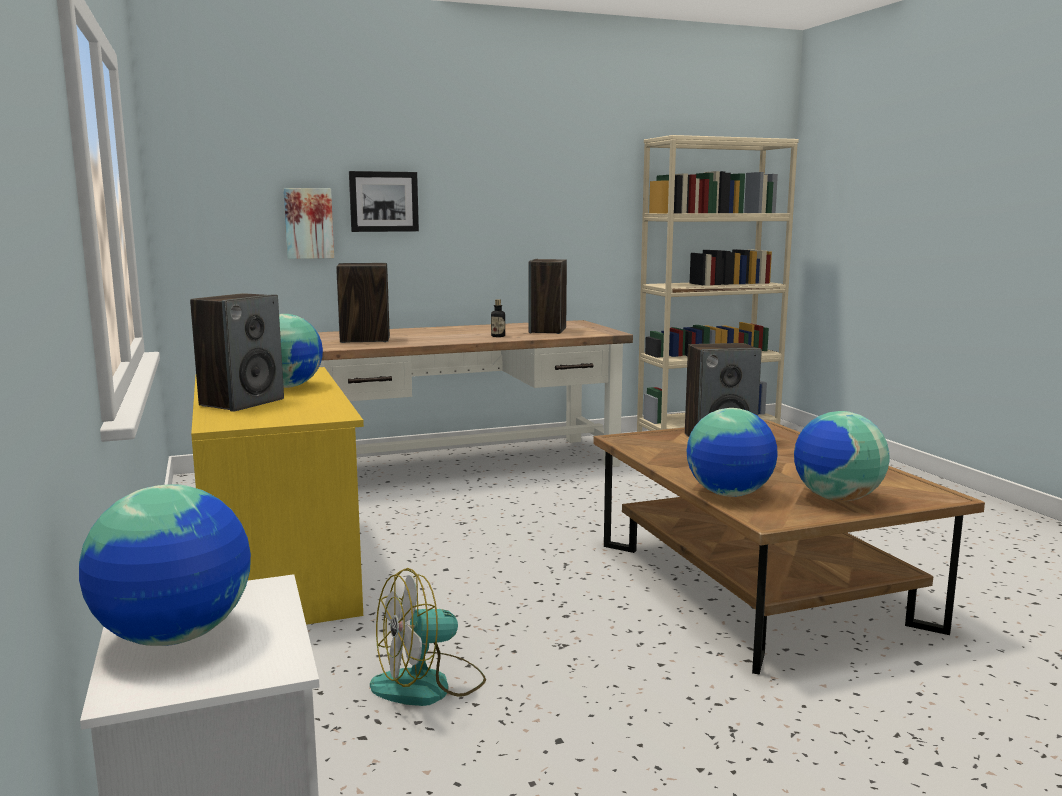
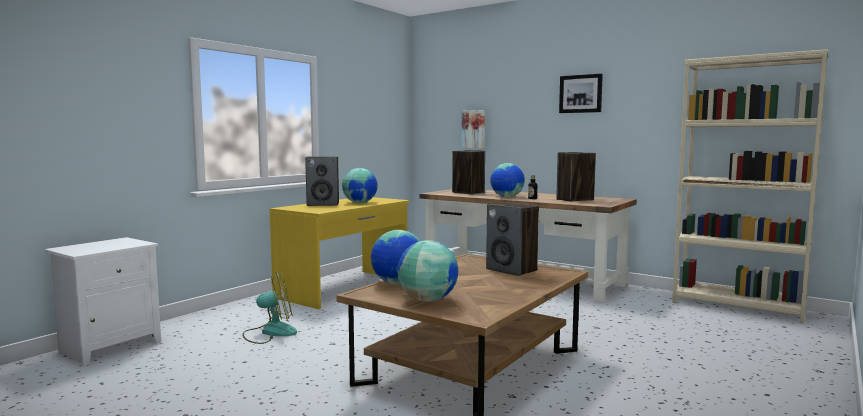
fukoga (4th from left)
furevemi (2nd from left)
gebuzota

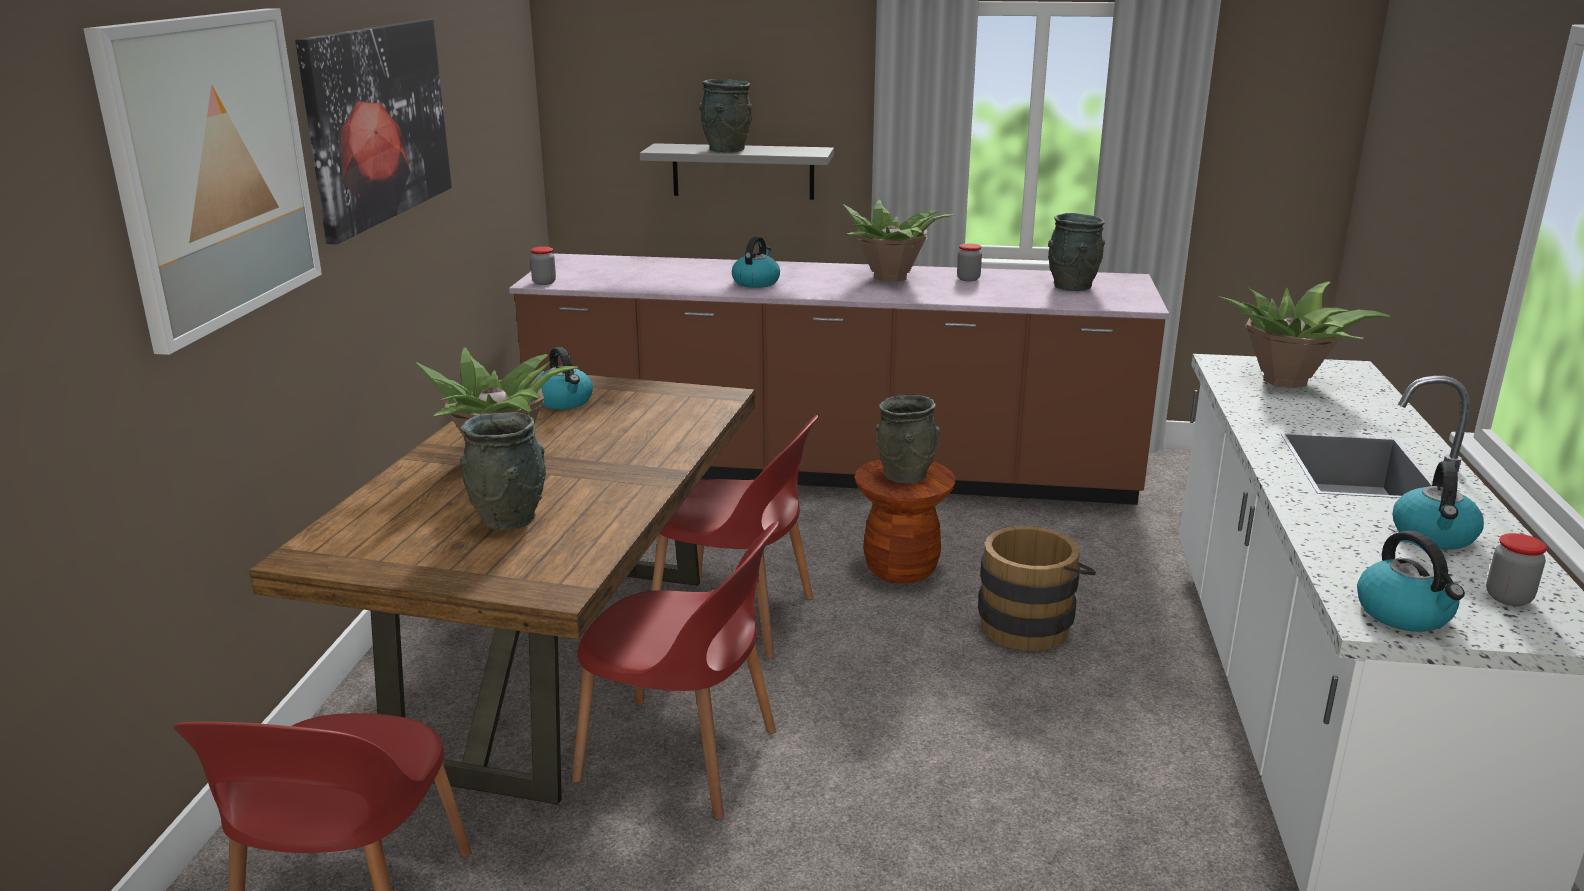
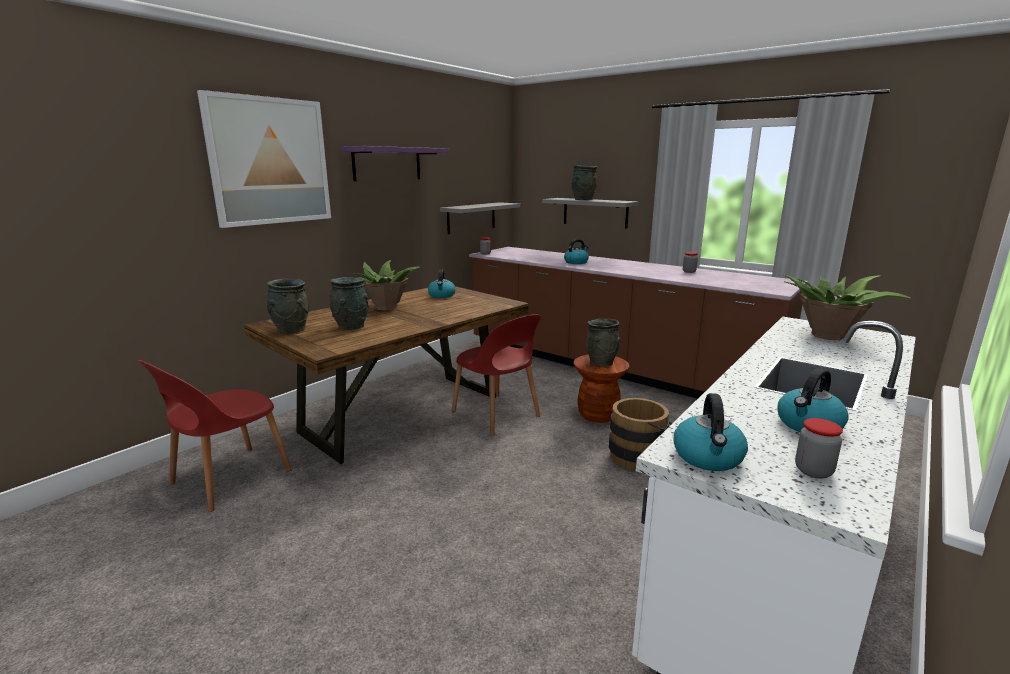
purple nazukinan
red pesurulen (2nd from left in the first image)
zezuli (2nd from left in the first image)
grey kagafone (1st from left)
grey nazukinan (1st from left)

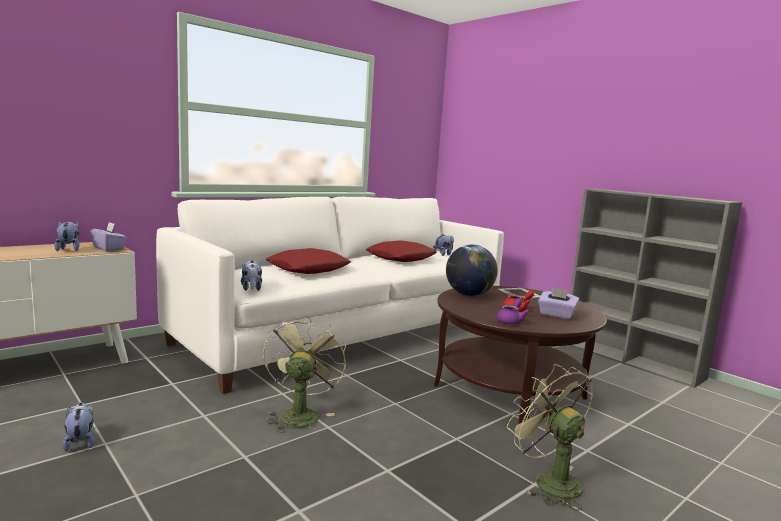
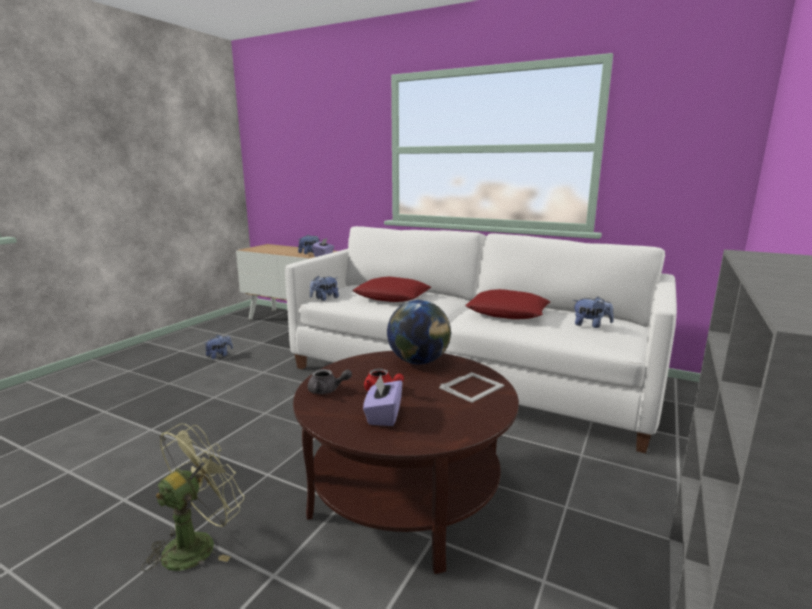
green gebuzota (1st from left in the first image)
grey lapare

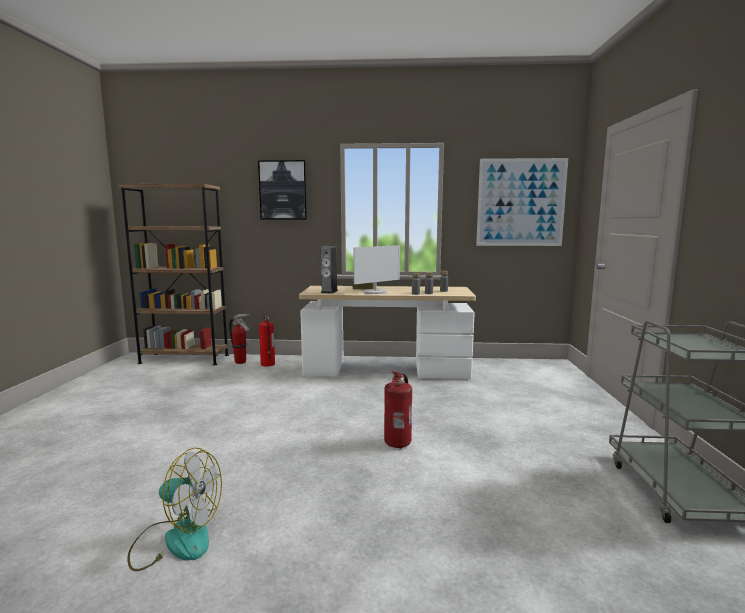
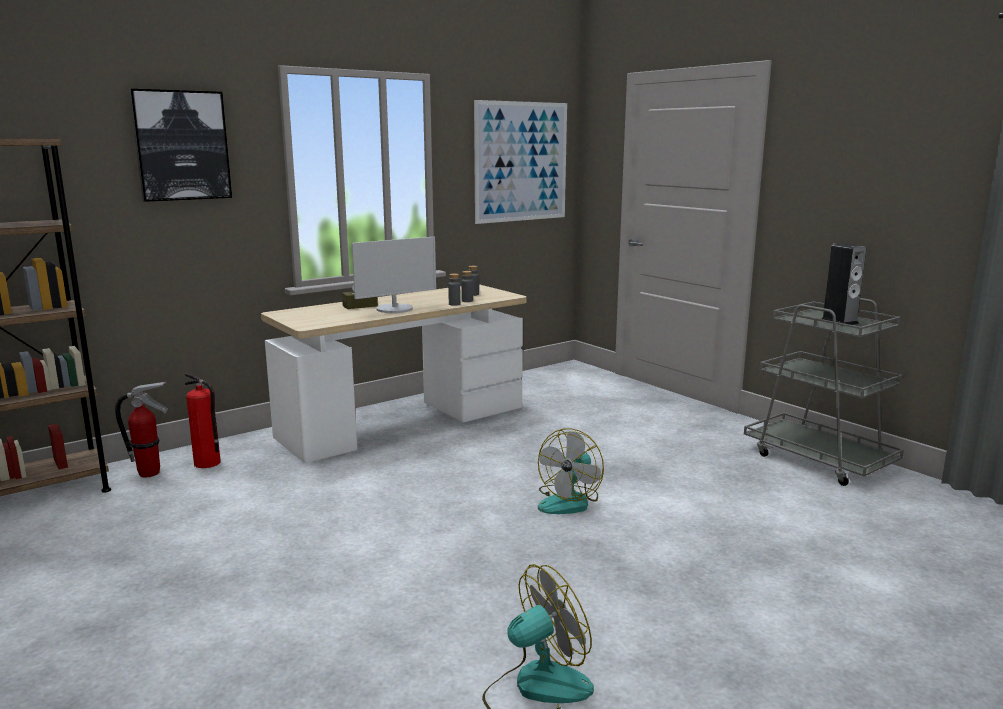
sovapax
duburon
gebuzota (2nd from left)

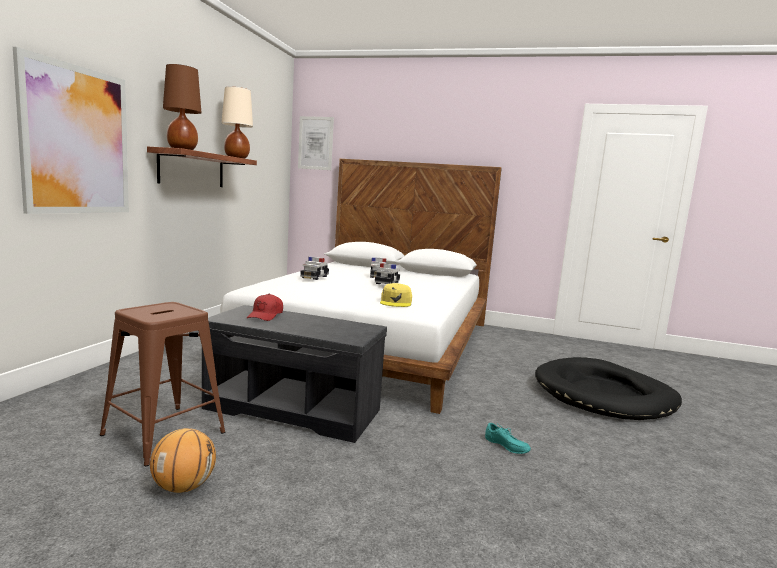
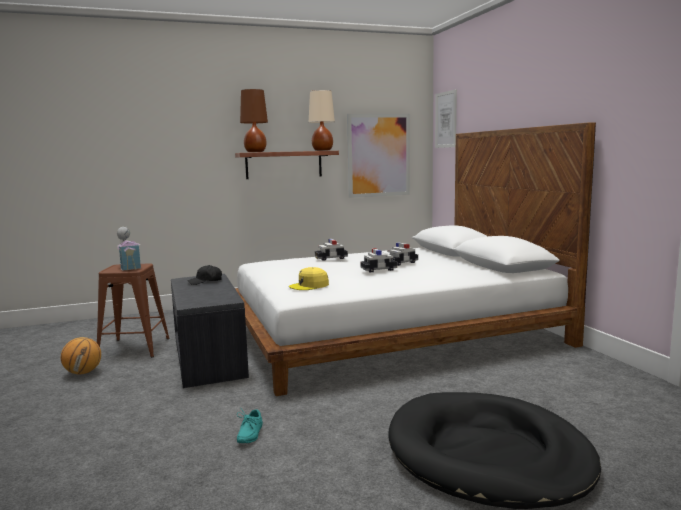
furevemi (1st from left)
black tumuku
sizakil

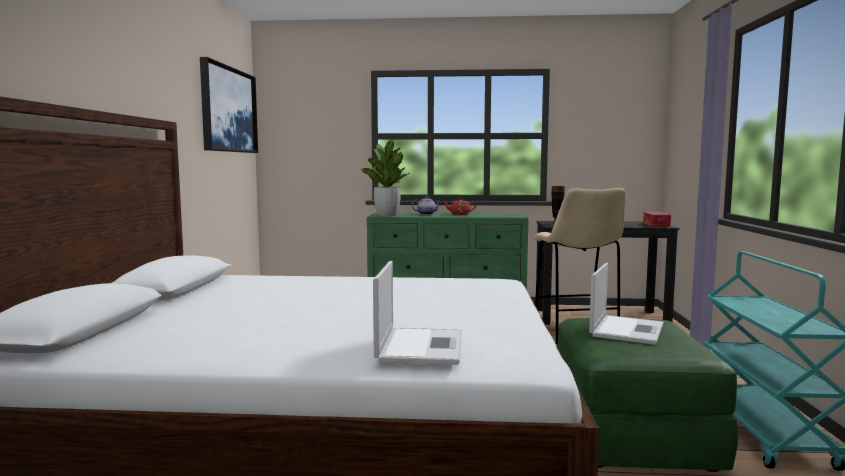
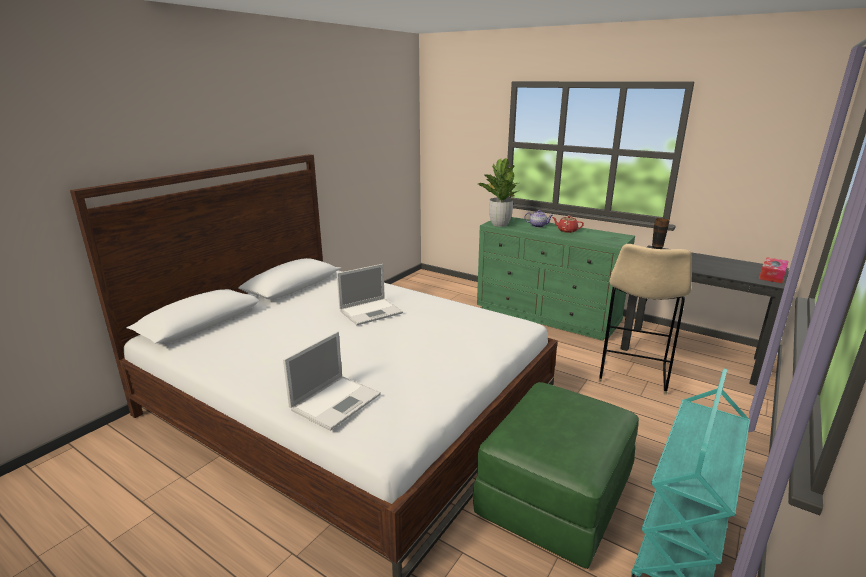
furevemi
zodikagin (2nd from left)

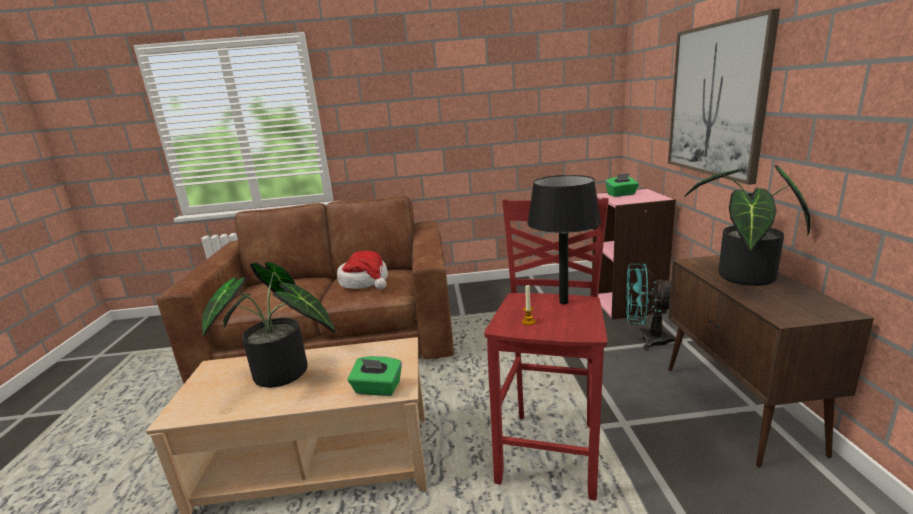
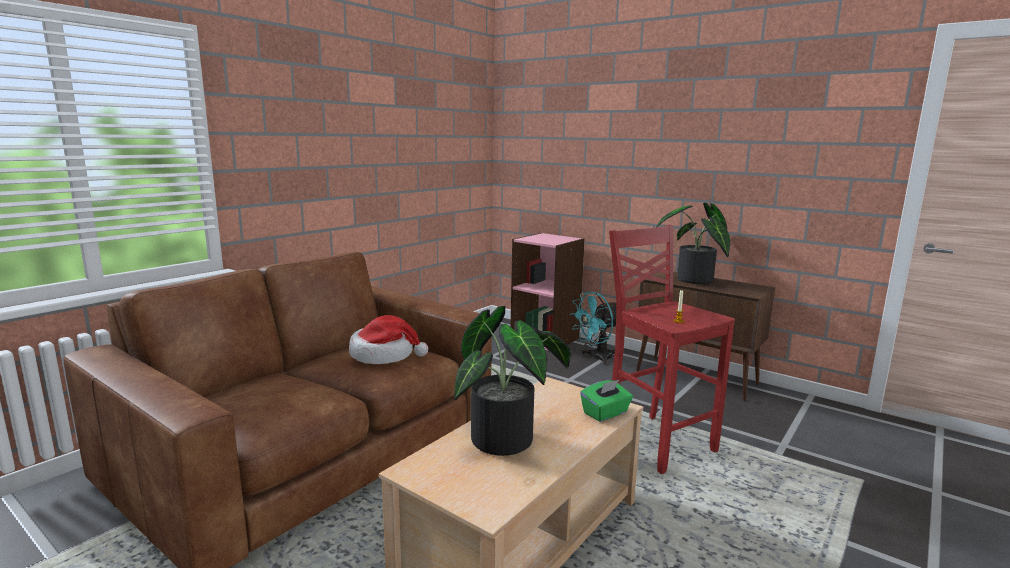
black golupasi
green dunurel (2nd from left in the first image)
furevemi

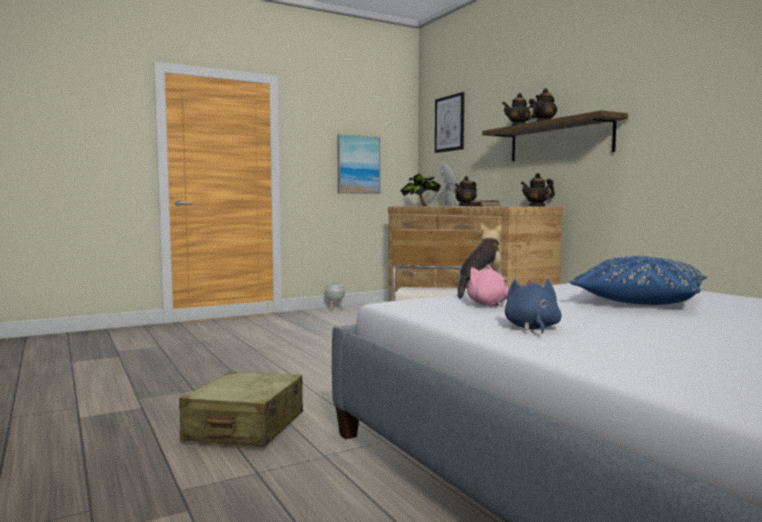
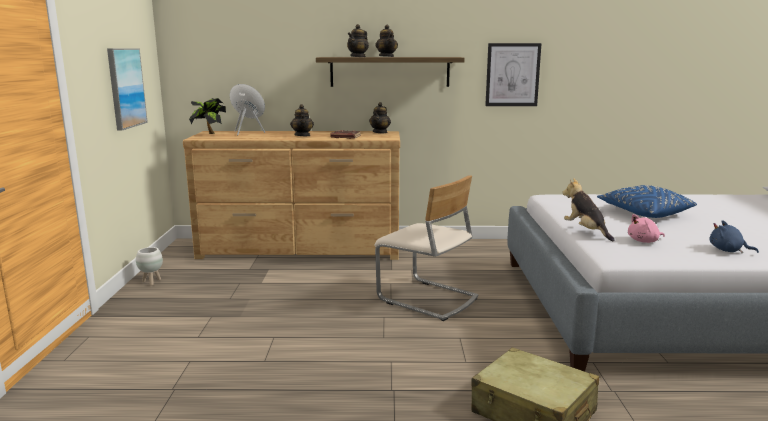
furevemi (2nd from left)

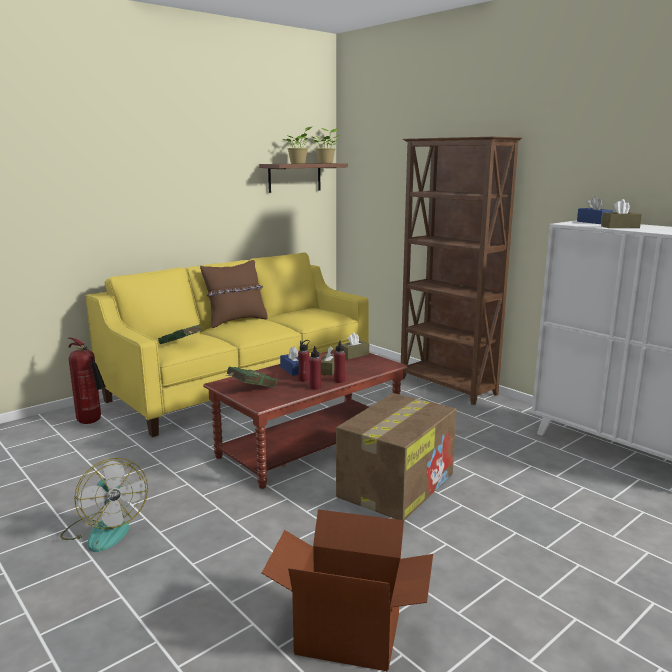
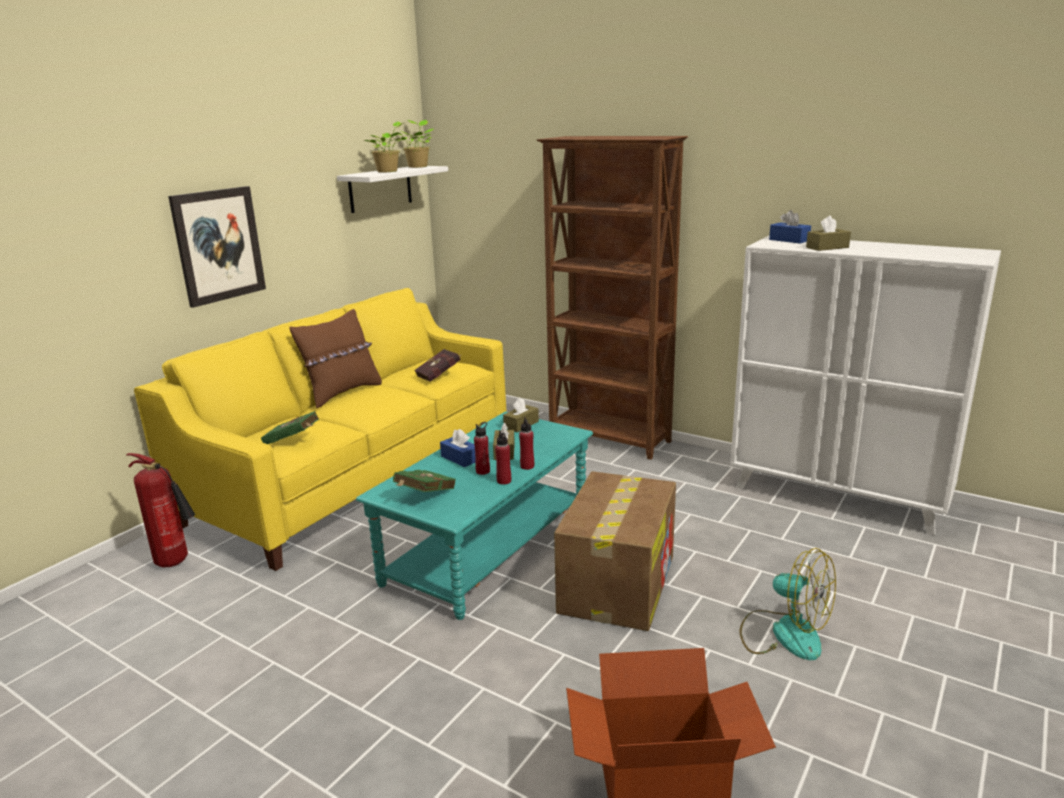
gebuzota
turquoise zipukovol
white nazukinan
furevemi
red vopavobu

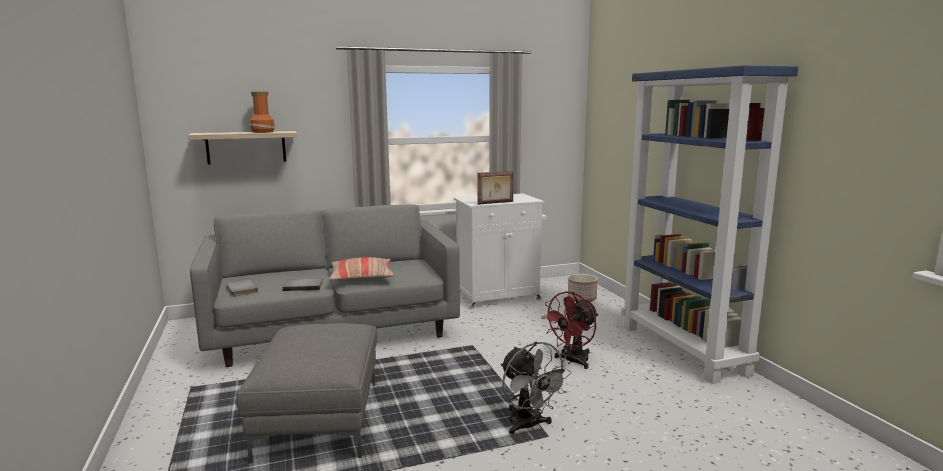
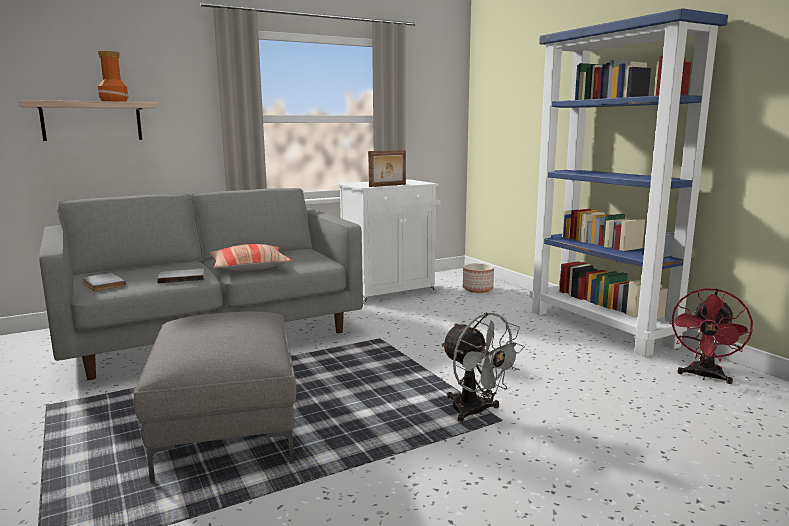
red gebuzota

